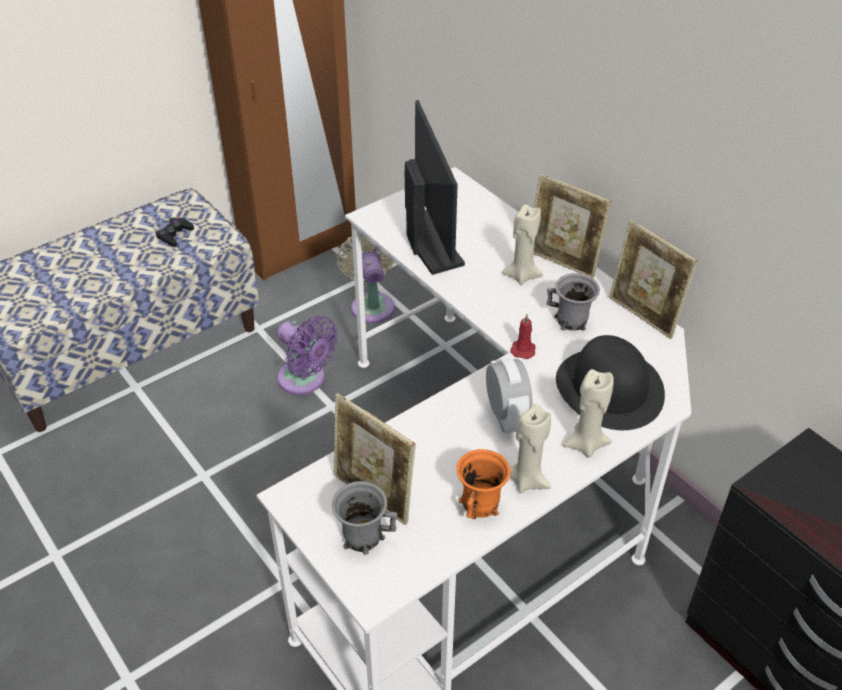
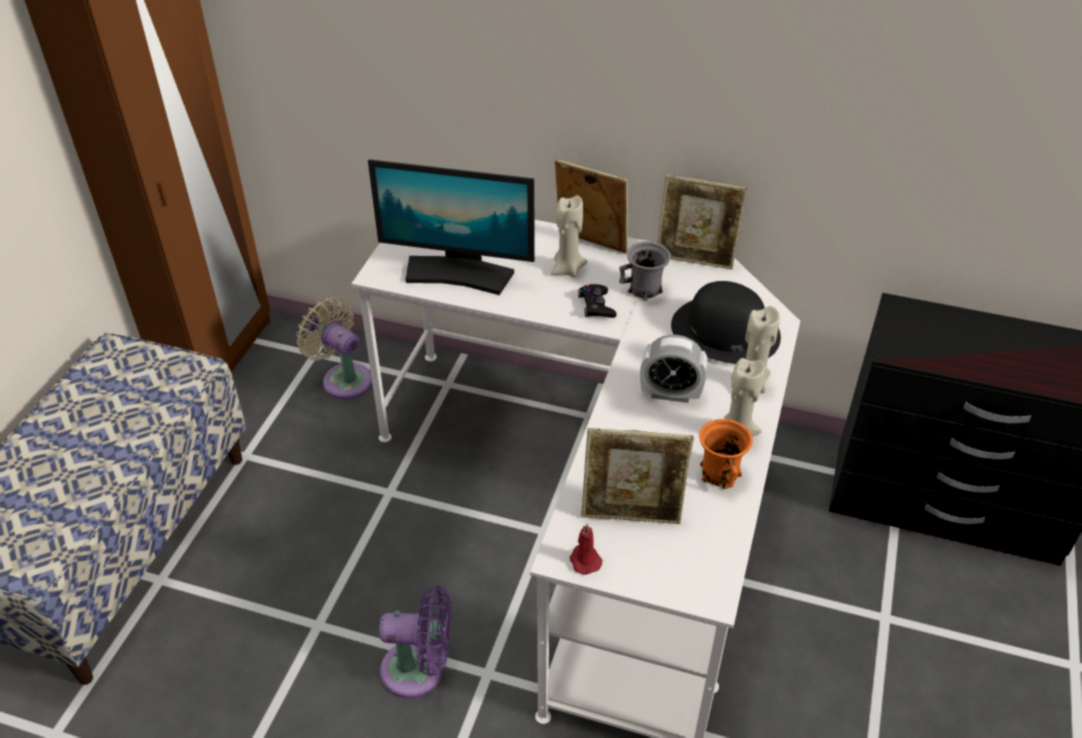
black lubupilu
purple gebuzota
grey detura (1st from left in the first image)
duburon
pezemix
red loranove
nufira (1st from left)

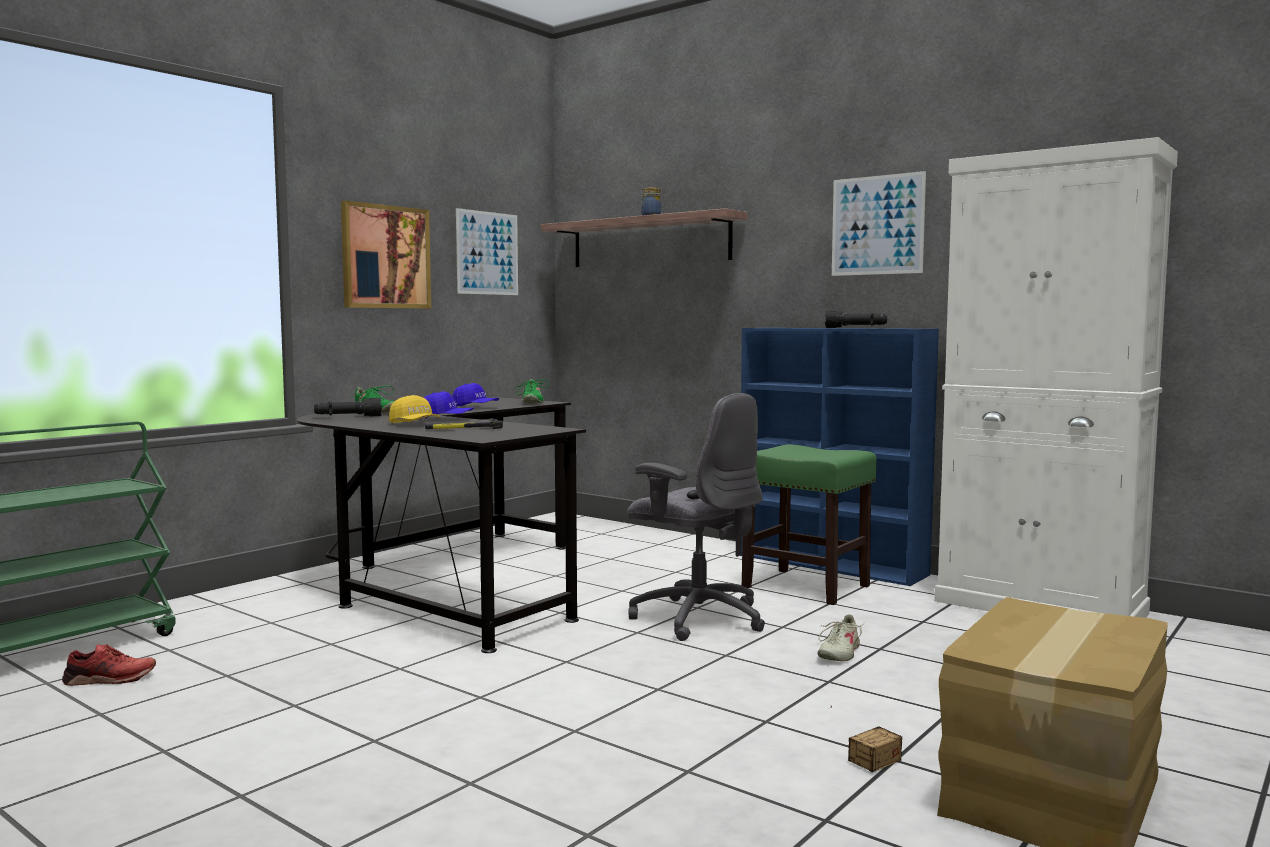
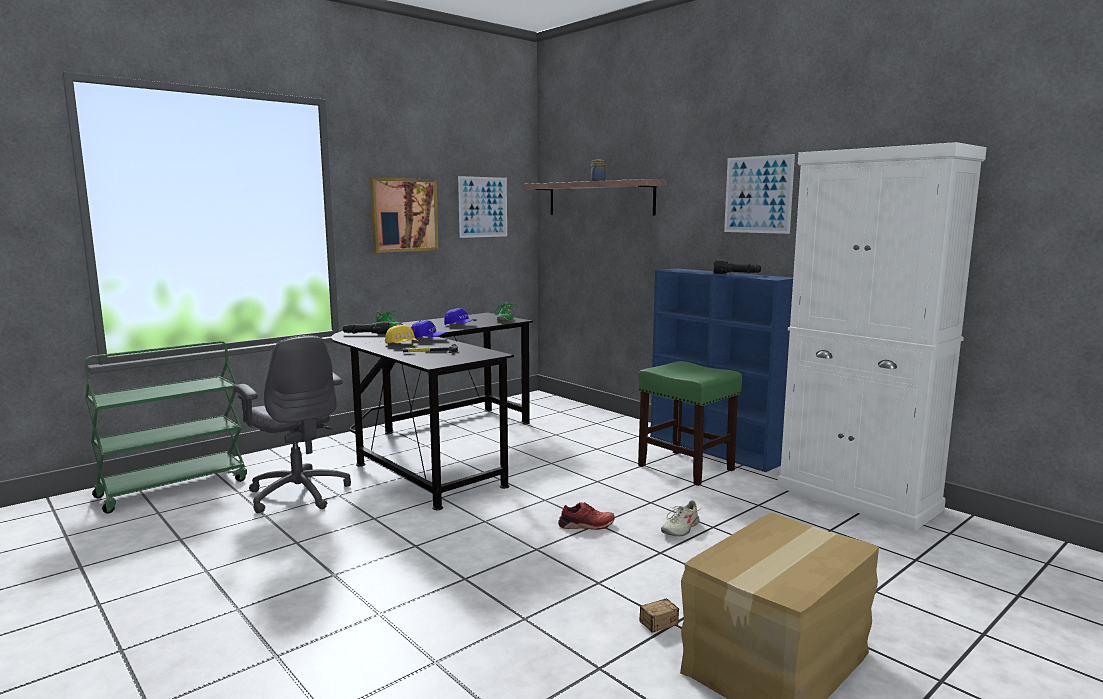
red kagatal
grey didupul

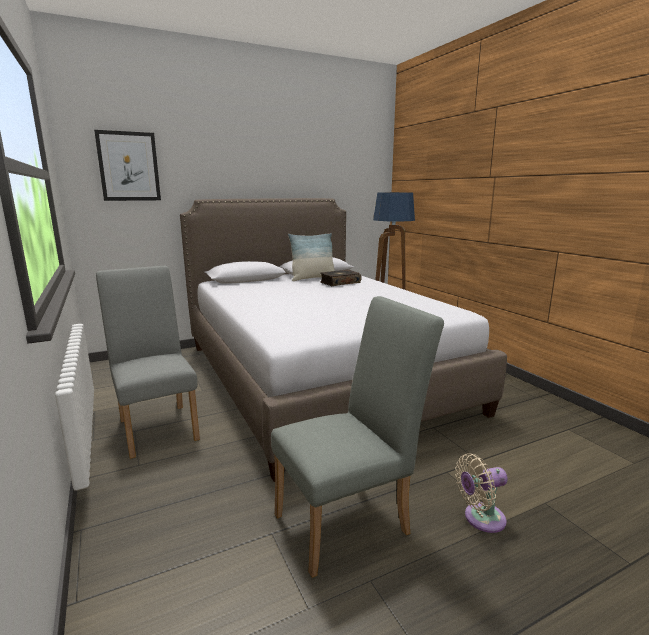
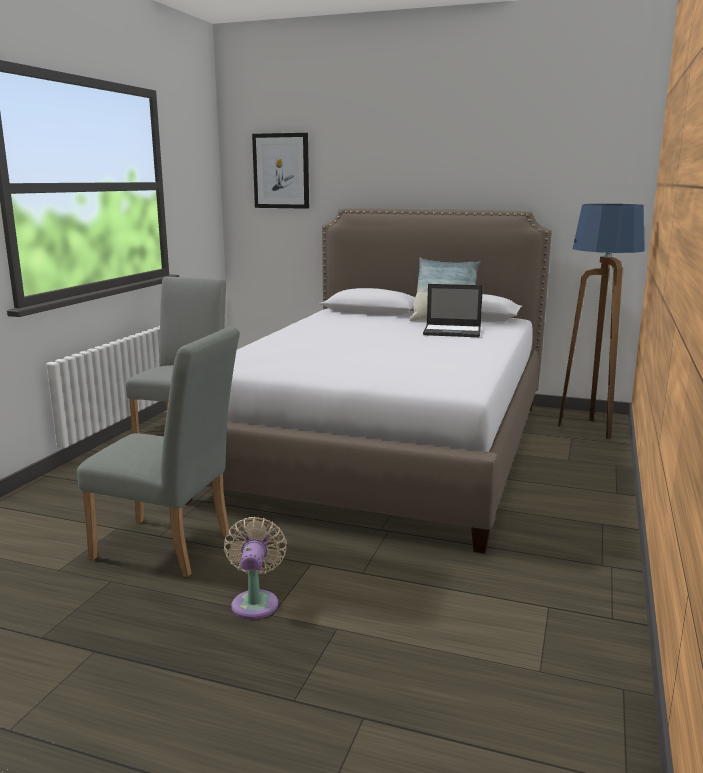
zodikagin
beige gebuzota

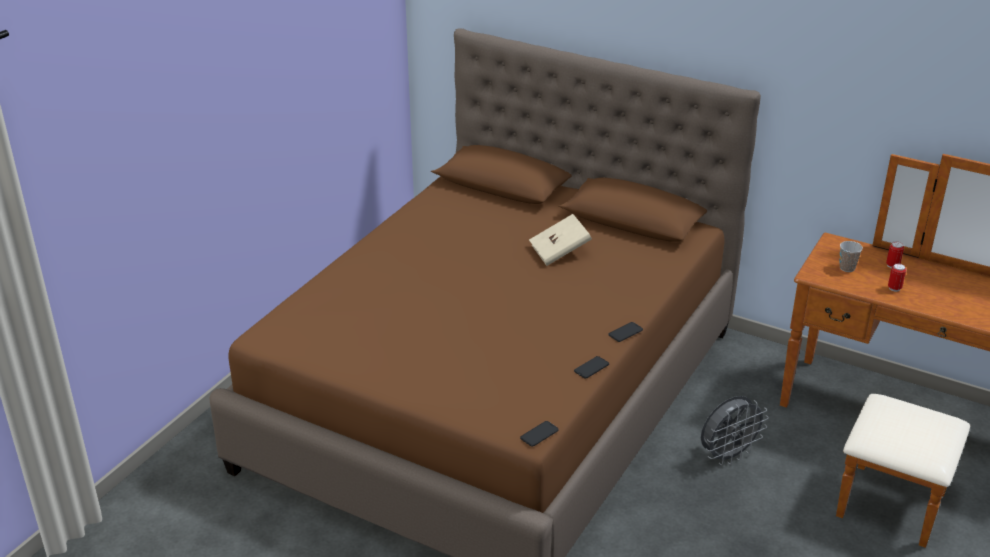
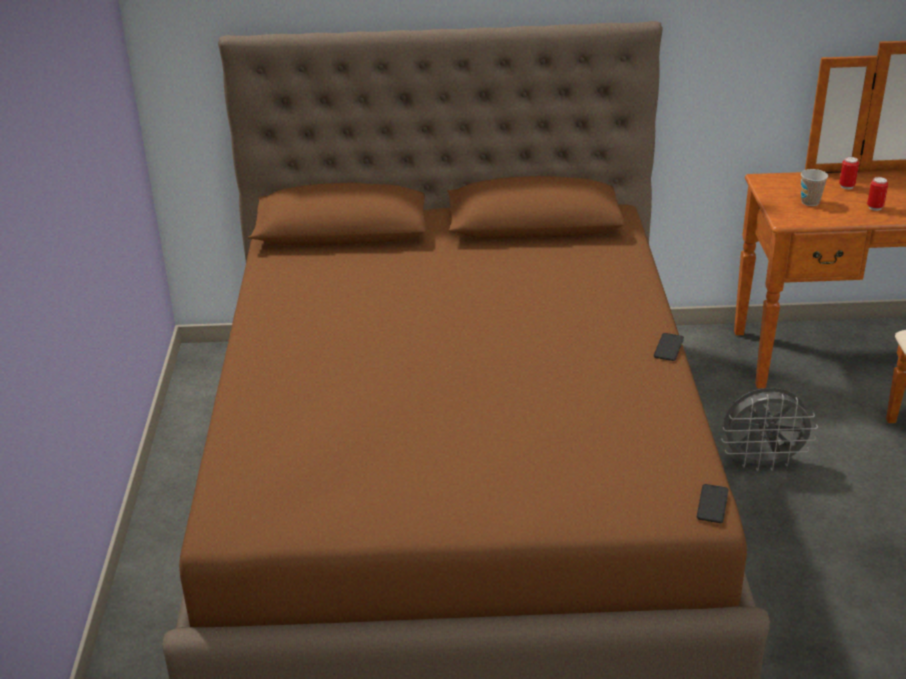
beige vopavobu
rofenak (2nd from left in the first image)
grey gebuzota

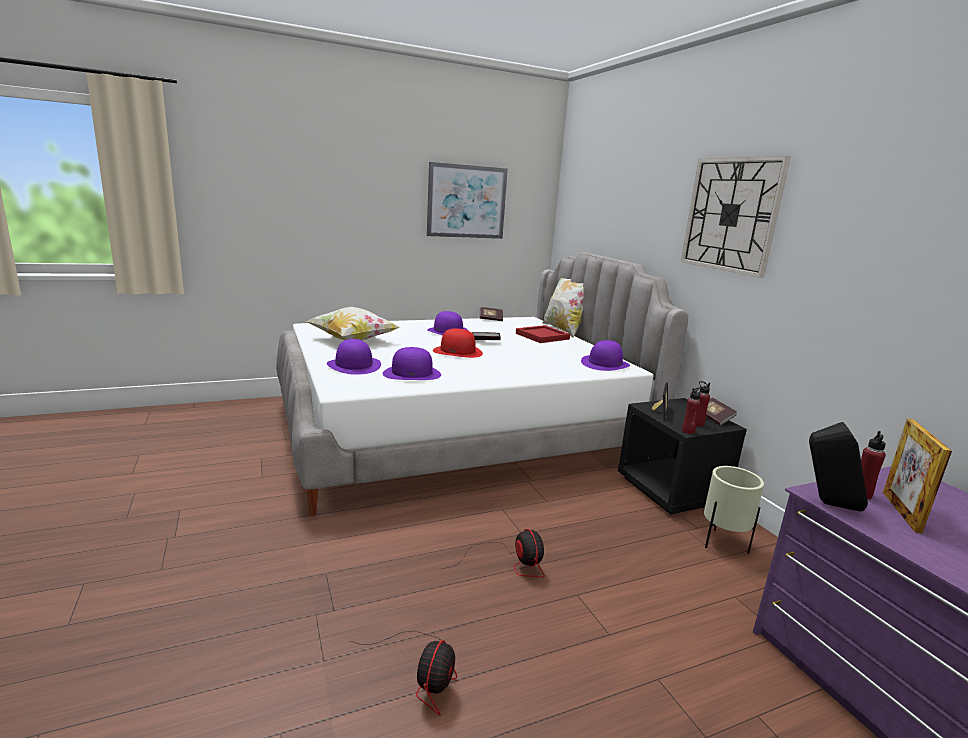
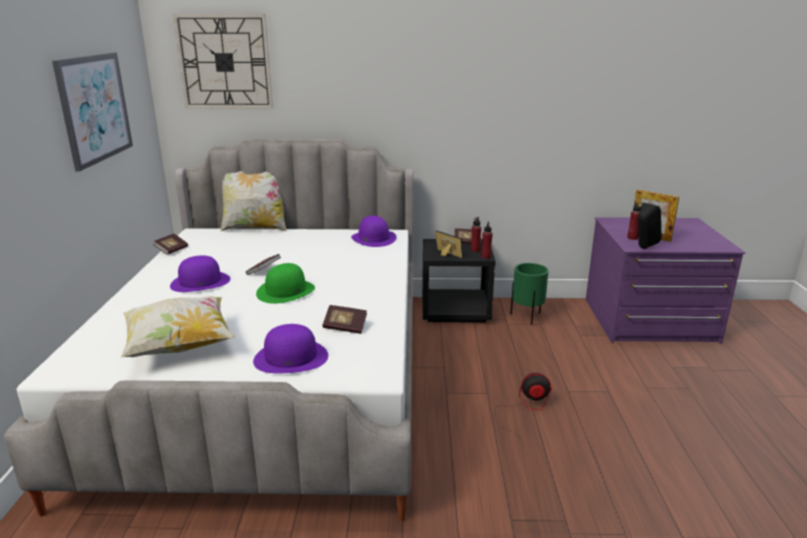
gebuzota (1st from left in the first image)
vopavobu (3rd from left)
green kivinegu
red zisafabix
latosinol
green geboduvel

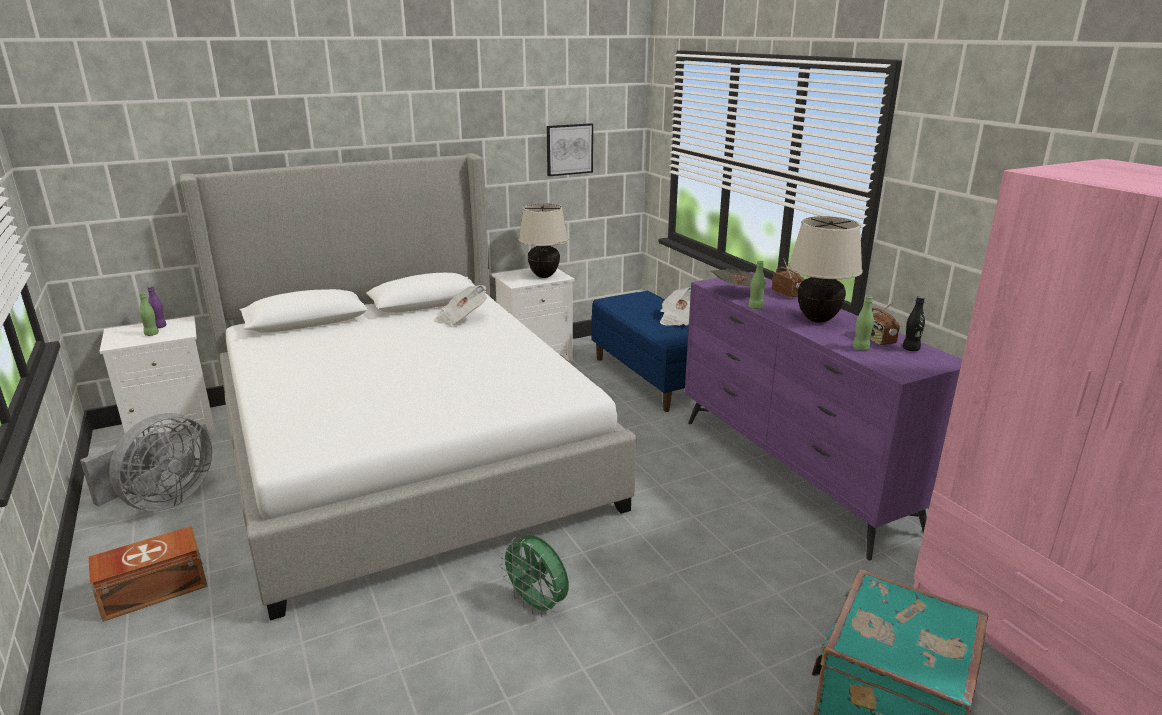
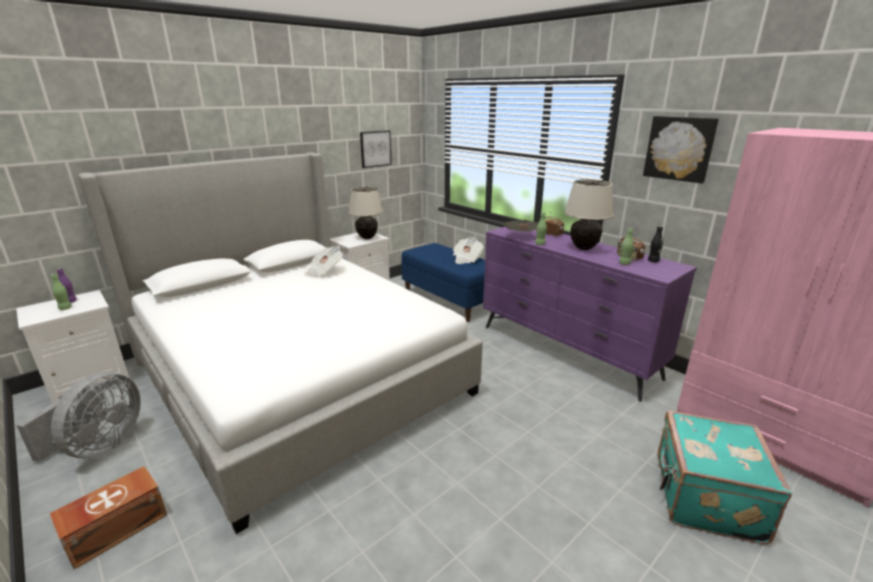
green gebuzota
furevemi (2nd from left)

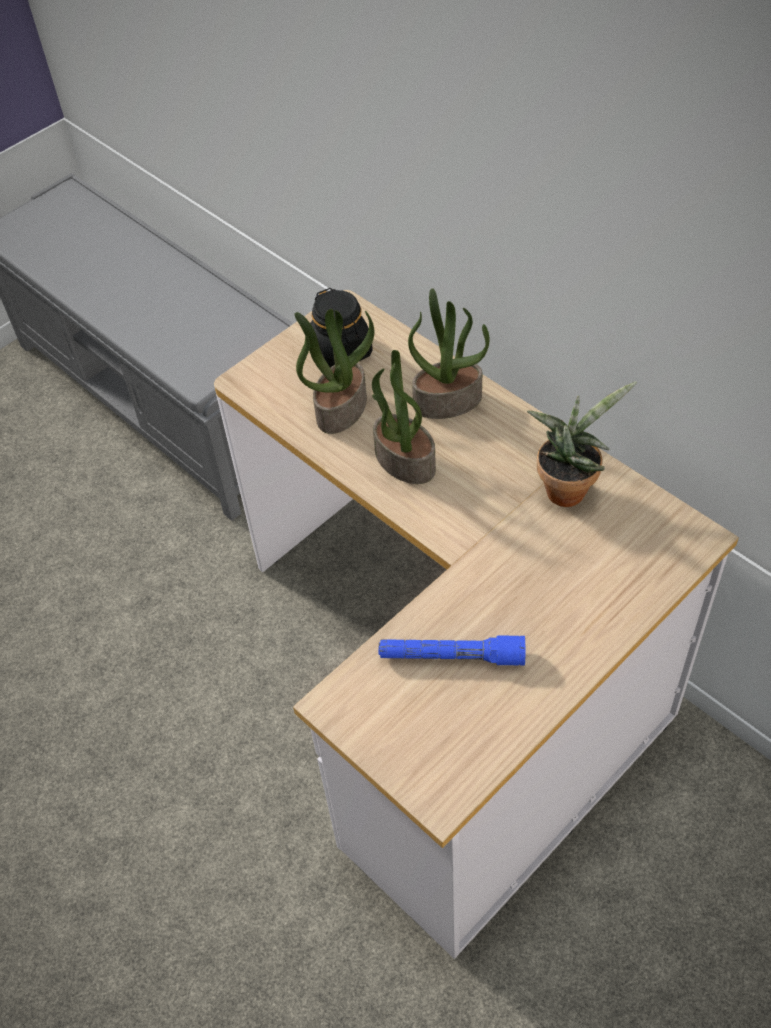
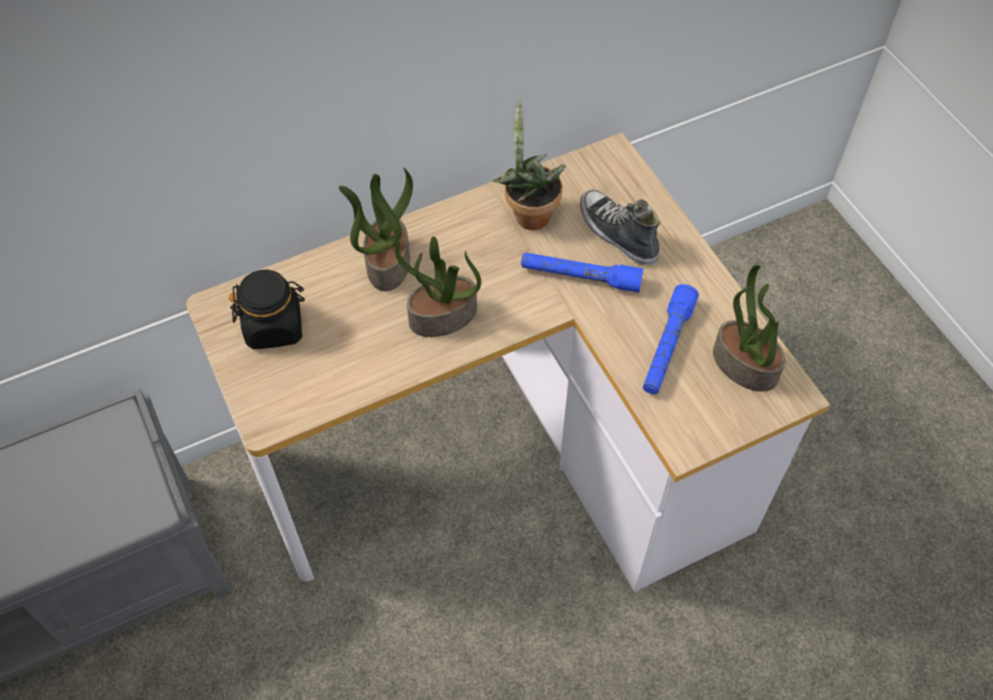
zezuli (4th from left)
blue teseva (1st from left)
kagatal

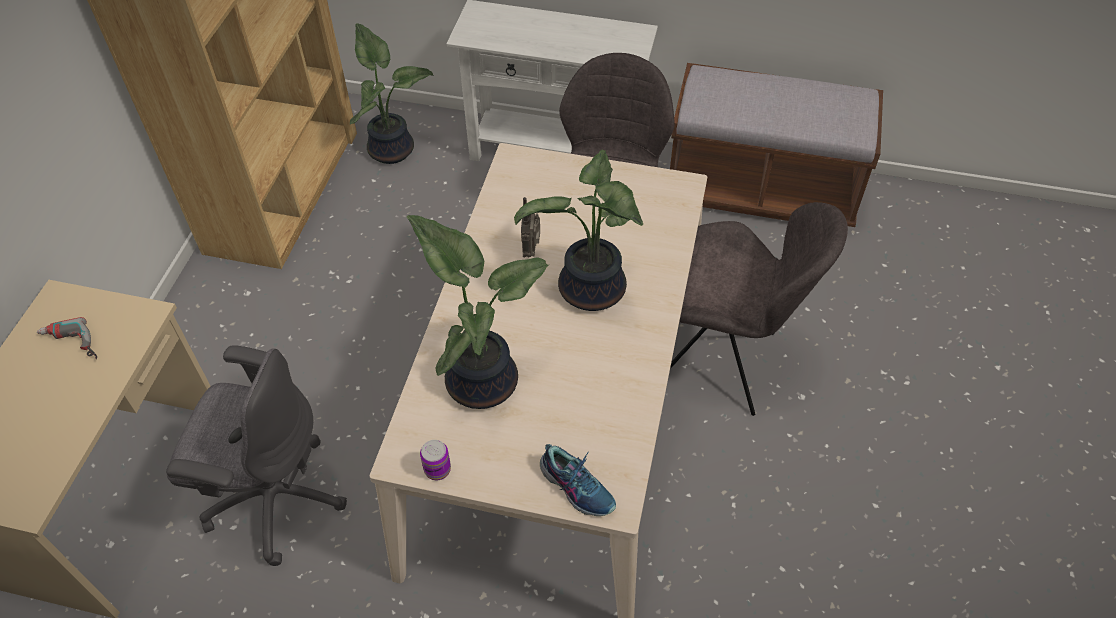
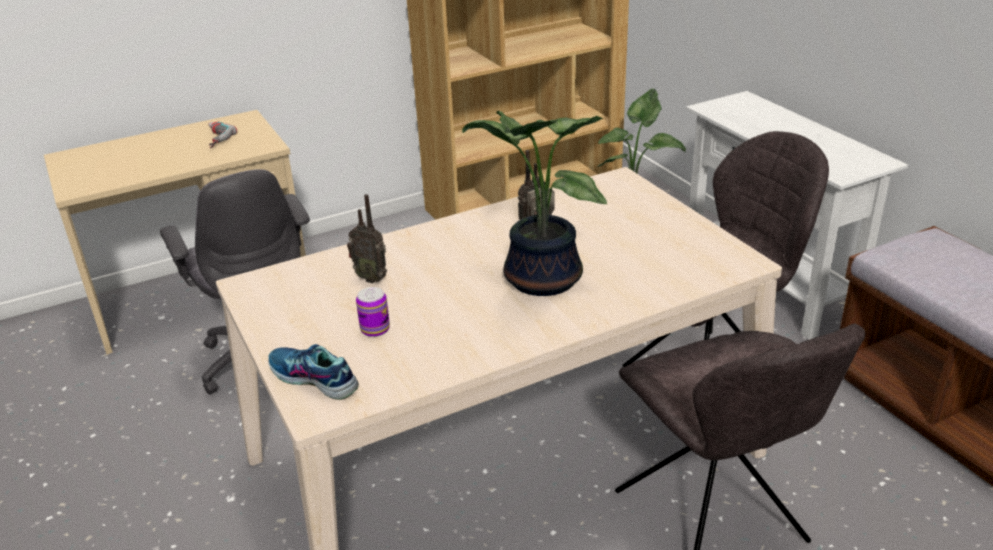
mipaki (1st from left)
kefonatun
kagatal

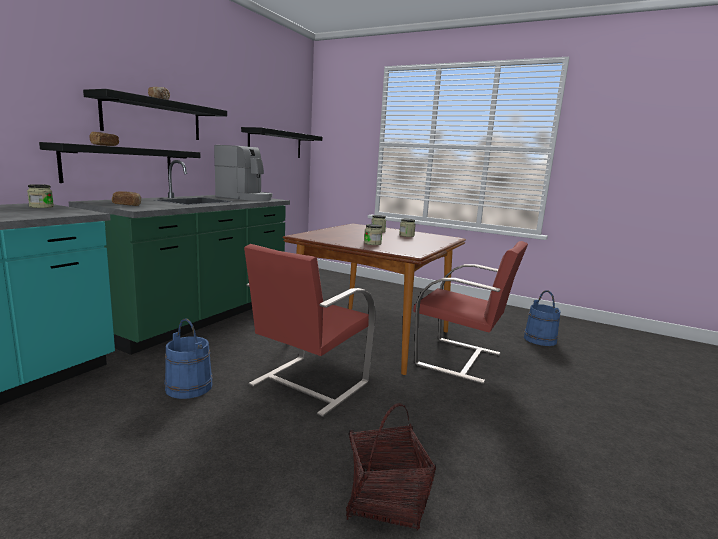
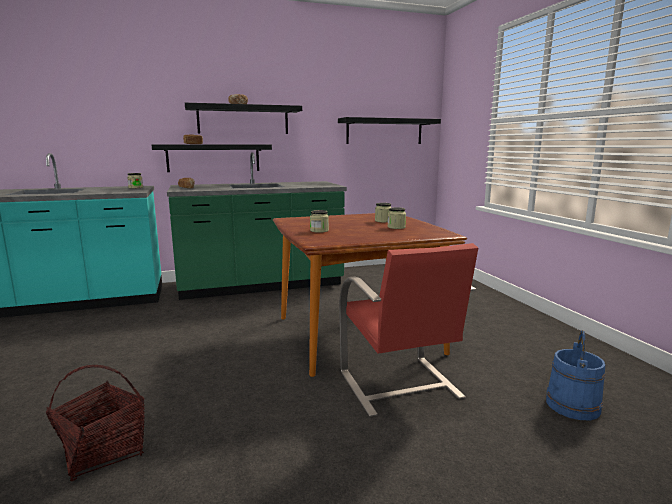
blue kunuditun (1st from left in the first image)
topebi
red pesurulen (1st from left in the first image)

